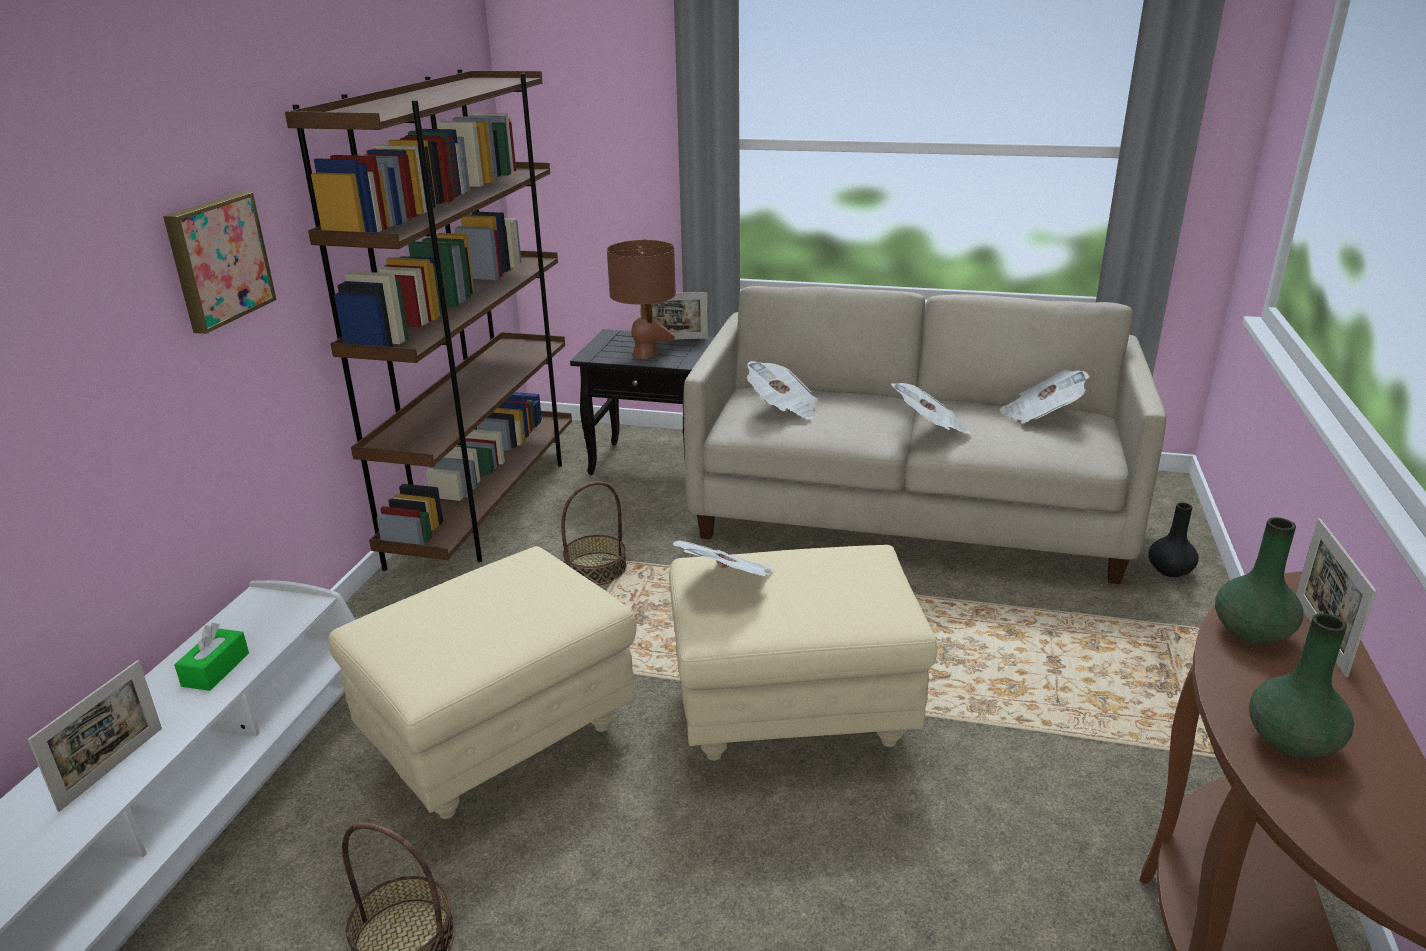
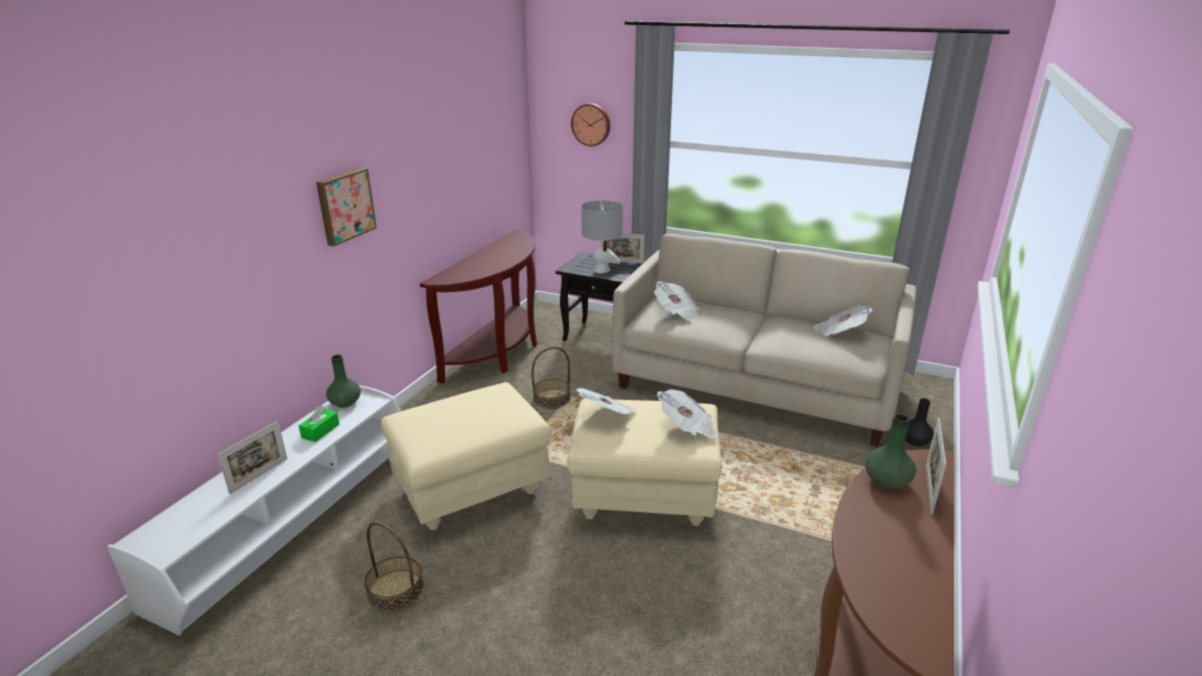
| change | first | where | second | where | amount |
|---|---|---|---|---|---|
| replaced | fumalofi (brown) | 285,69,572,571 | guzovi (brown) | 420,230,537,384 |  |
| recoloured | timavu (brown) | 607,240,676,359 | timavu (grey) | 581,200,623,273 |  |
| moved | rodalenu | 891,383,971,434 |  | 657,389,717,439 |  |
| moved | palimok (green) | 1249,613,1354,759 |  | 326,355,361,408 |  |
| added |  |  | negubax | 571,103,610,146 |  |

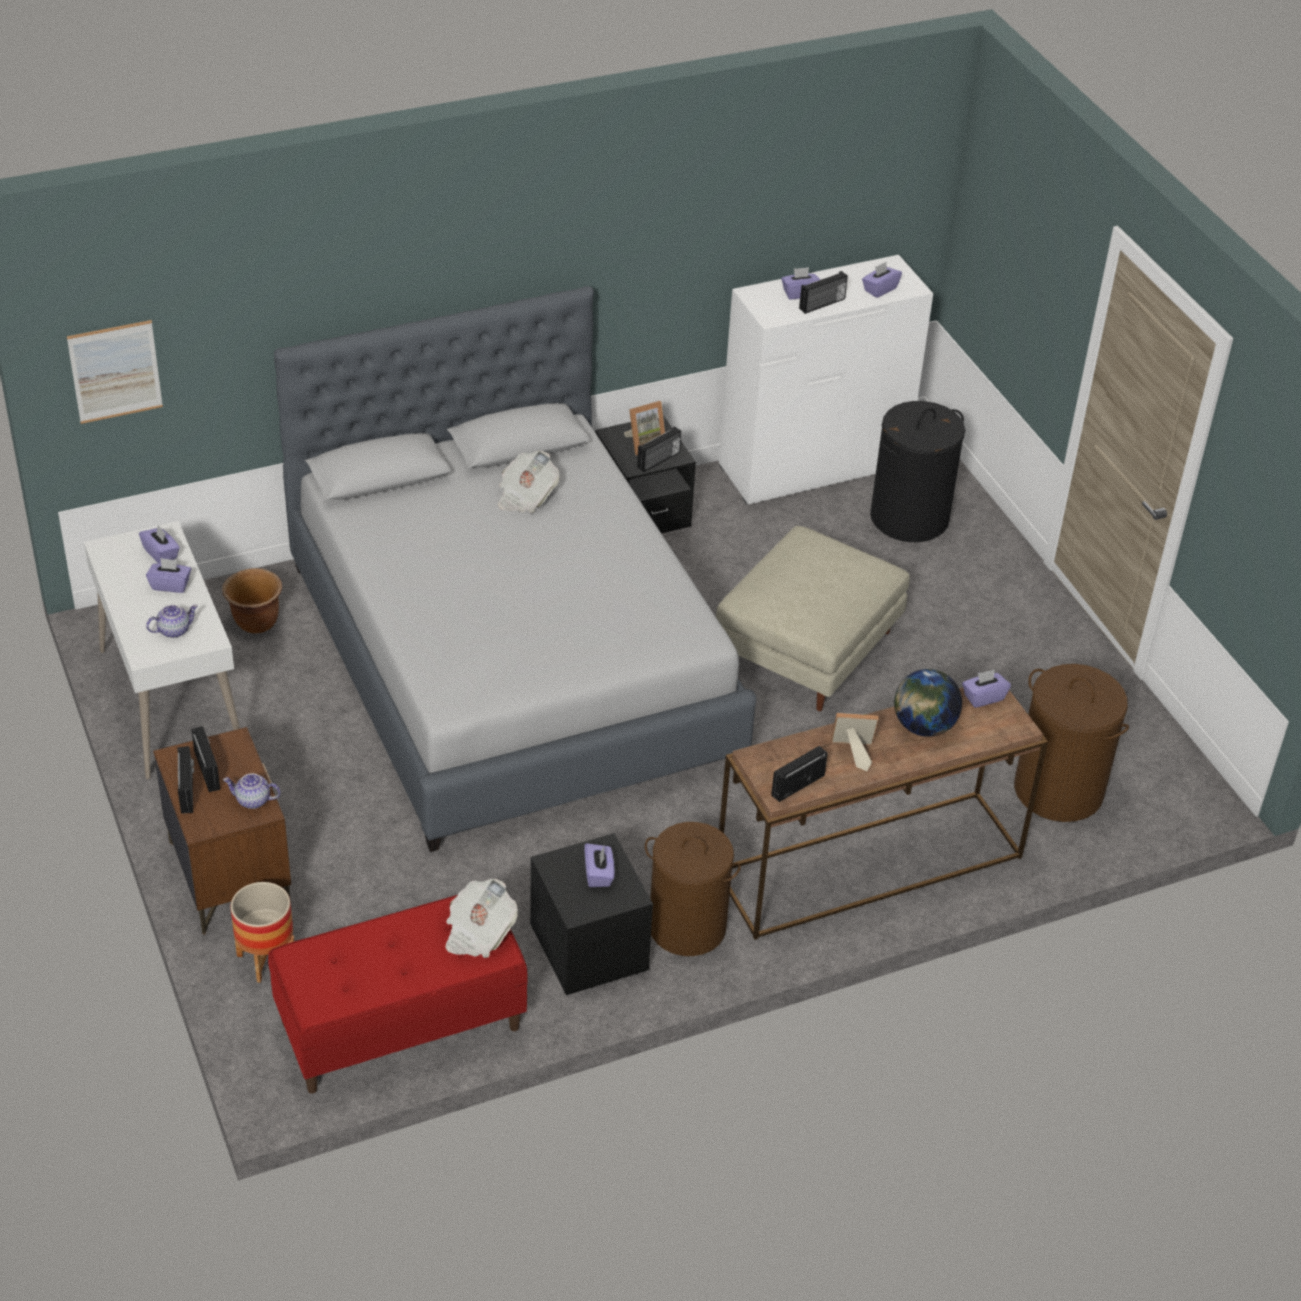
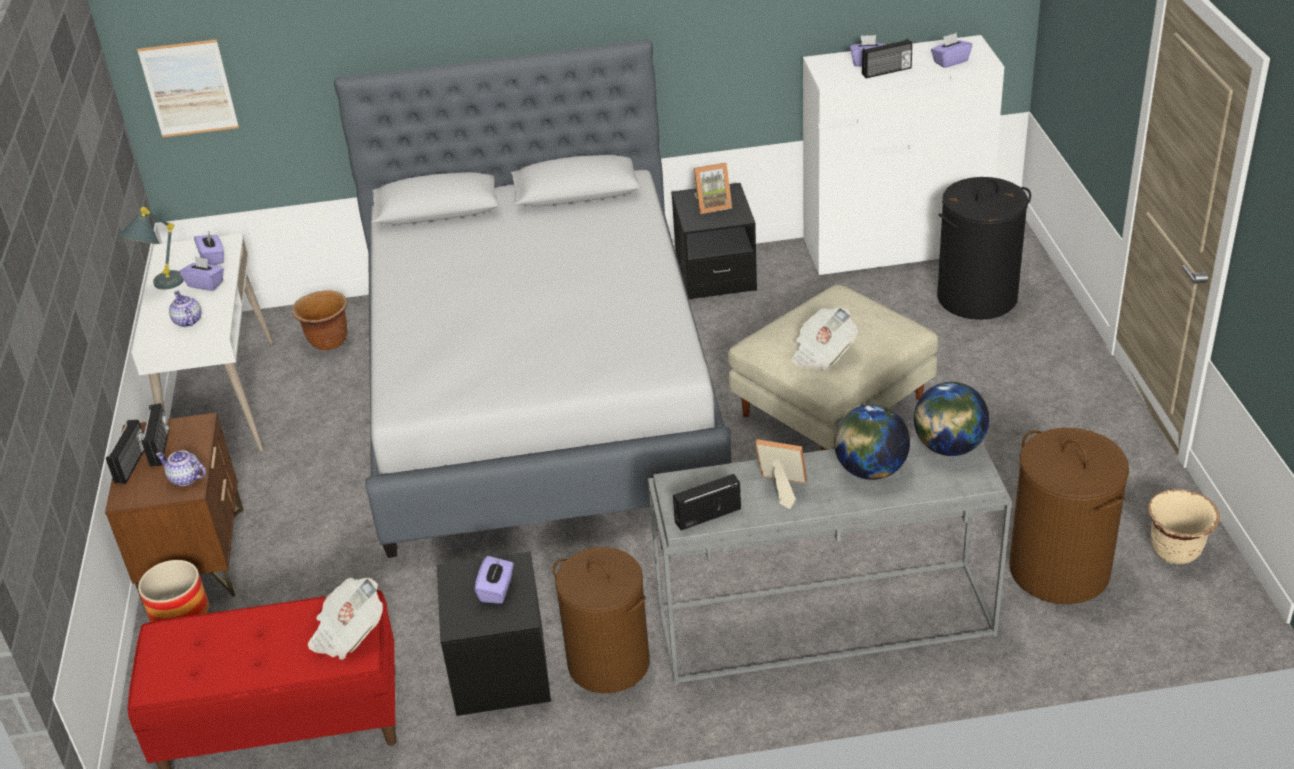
| change | first | where | second | where | amount |
|---|---|---|---|---|---|
| removed | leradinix | 637,426,681,472 |  |  |  |
| moved | rodalenu | 498,451,559,513 |  | 791,307,858,370 |  |
| turned | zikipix | 146,604,198,638 |  | 169,291,202,327 | 105 degrees counterclockwise |
| replaced | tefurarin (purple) | 962,669,1011,708 | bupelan | 914,382,989,456 |  |
| recoloured | guzovi (brown) | 719,687,1048,940 | guzovi (grey) | 648,437,1012,685 |  |
| added |  |  | timavu (grey) | 118,207,184,290 |  |
| added |  |  | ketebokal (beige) | 1148,489,1220,564 |  |

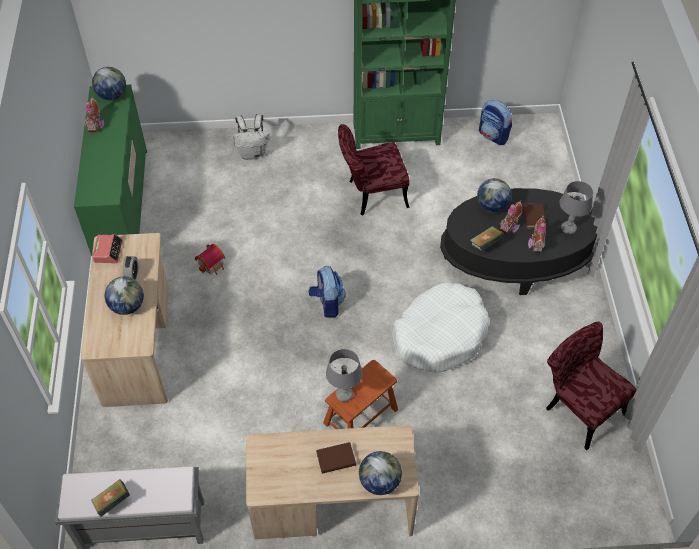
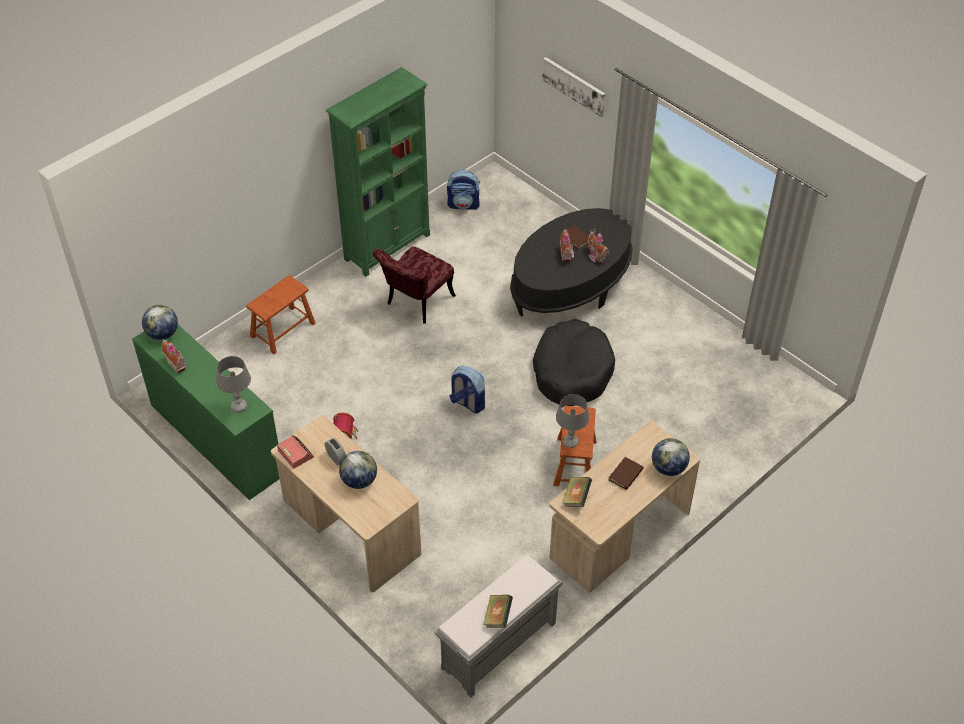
| change | first | where | second | where | amount |
|---|---|---|---|---|---|
| replaced | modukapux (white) | 233,114,270,160 | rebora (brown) | 246,276,316,354 |  |
| removed | bupelan | 477,178,511,213 |  |  |  |
| moved | timavu (grey) | 560,181,593,234 |  | 216,356,251,412 |  |
| moved | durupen | 470,226,504,251 |  | 562,477,592,507 |  |
| recoloured | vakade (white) | 392,282,489,373 | vakade (black) | 533,319,615,406 |  |
| removed | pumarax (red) | 546,322,637,450 |  |  |  |
| added |  |  | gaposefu | 542,57,605,117 |  |

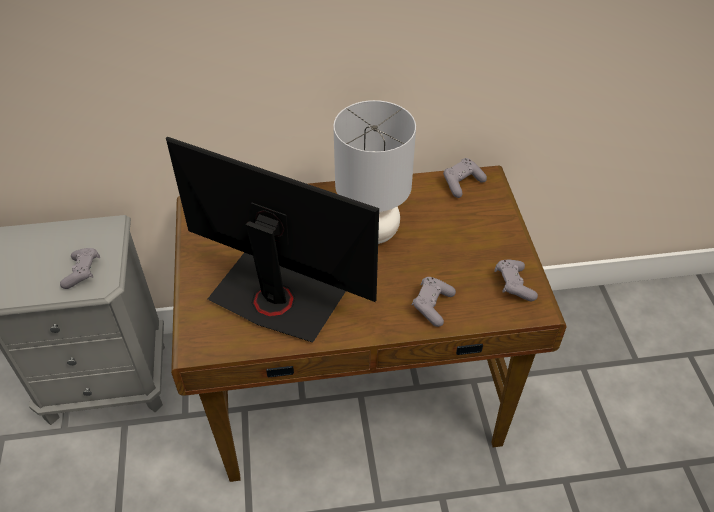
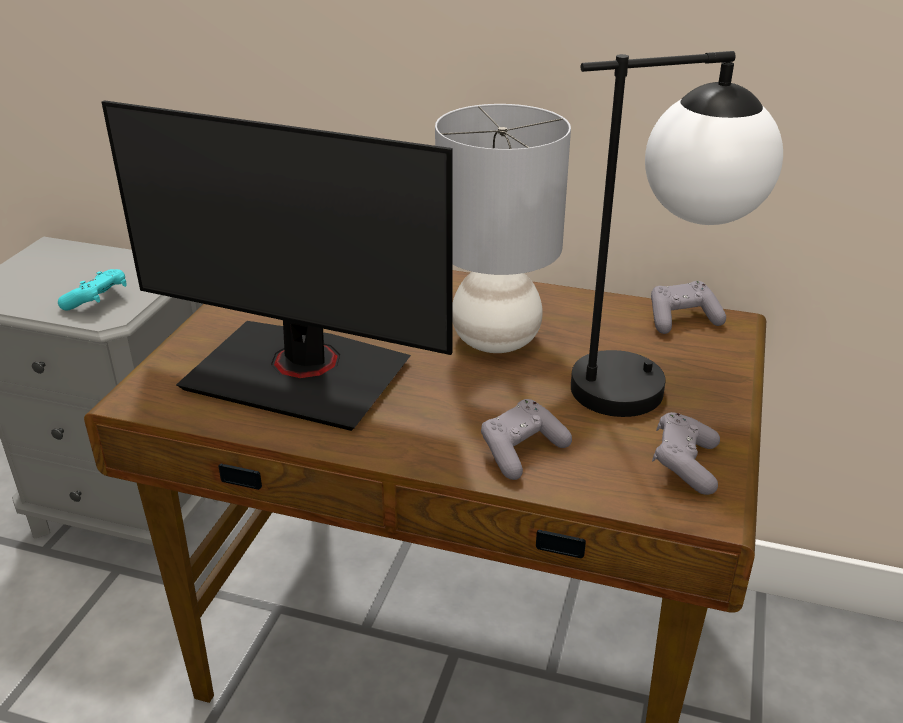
| change | first | where | second | where | amount |
|---|---|---|---|---|---|
| turned | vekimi | 166,137,379,342 |  | 102,100,453,431 | 150 degrees clockwise |
| recoloured | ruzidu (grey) | 60,248,100,289 | ruzidu (turquoise) | 58,269,127,310 |  |
| added |  |  | timavu | 571,51,783,417 |  |

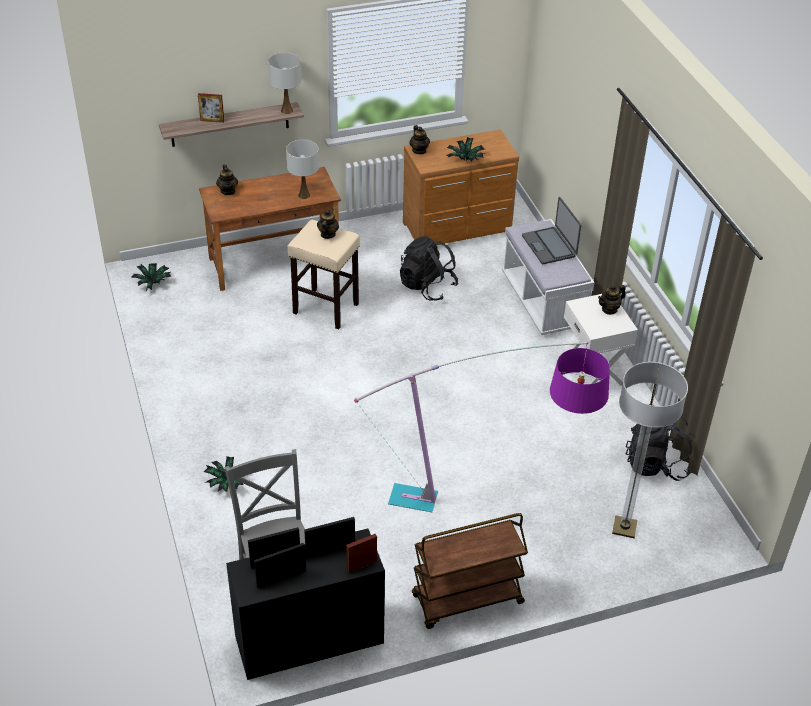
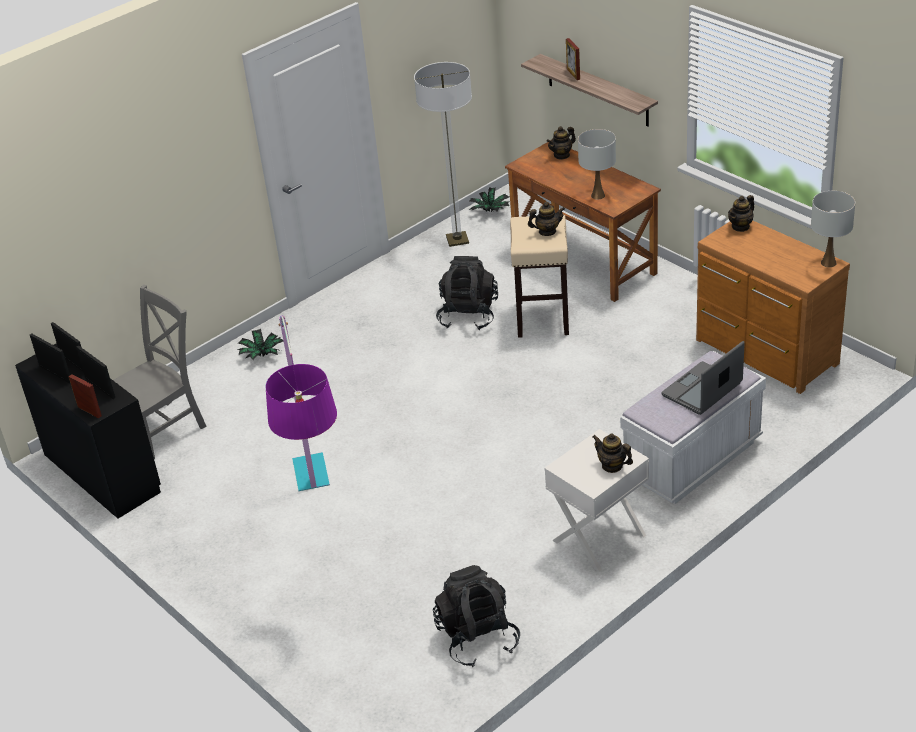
| change | first | where | second | where | amount |
|---|---|---|---|---|---|
| moved | timavu (white) | 268,52,302,114 |  | 811,191,855,267 |  |
| removed | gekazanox | 446,137,485,162 |  |  |  |
| moved | modukapux (black) | 400,236,459,301 |  | 436,256,498,330 |  |
| moved | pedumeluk | 612,362,688,538 |  | 414,62,472,247 |  |
| removed | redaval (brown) | 412,513,528,629 |  |  |  |

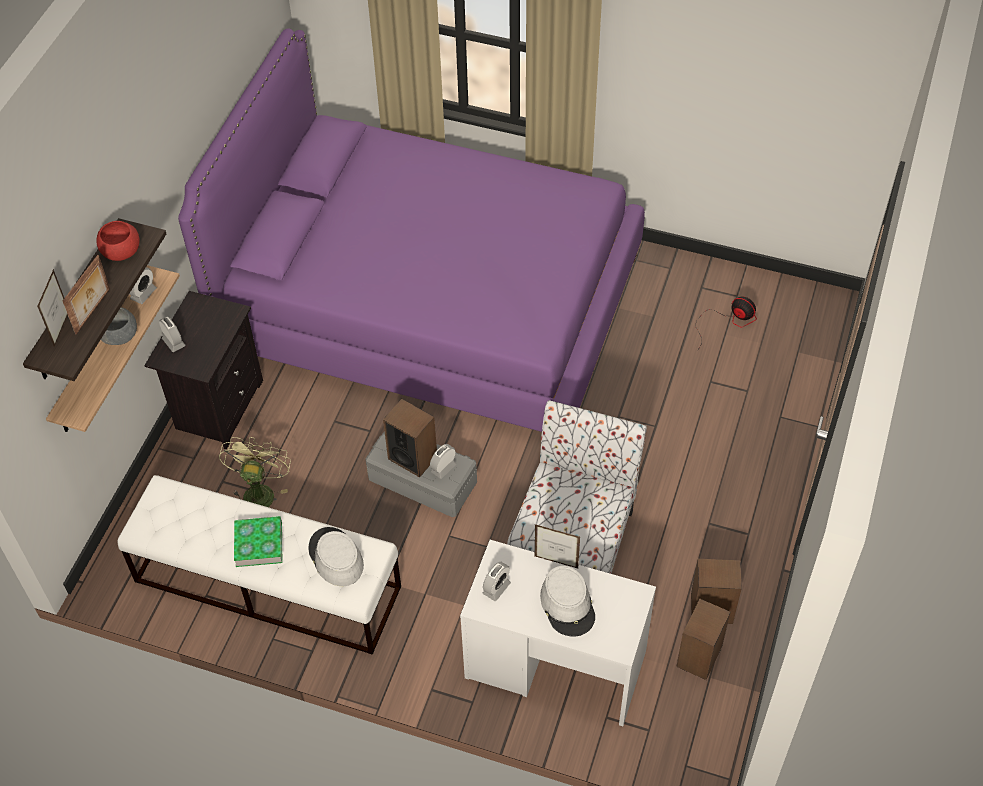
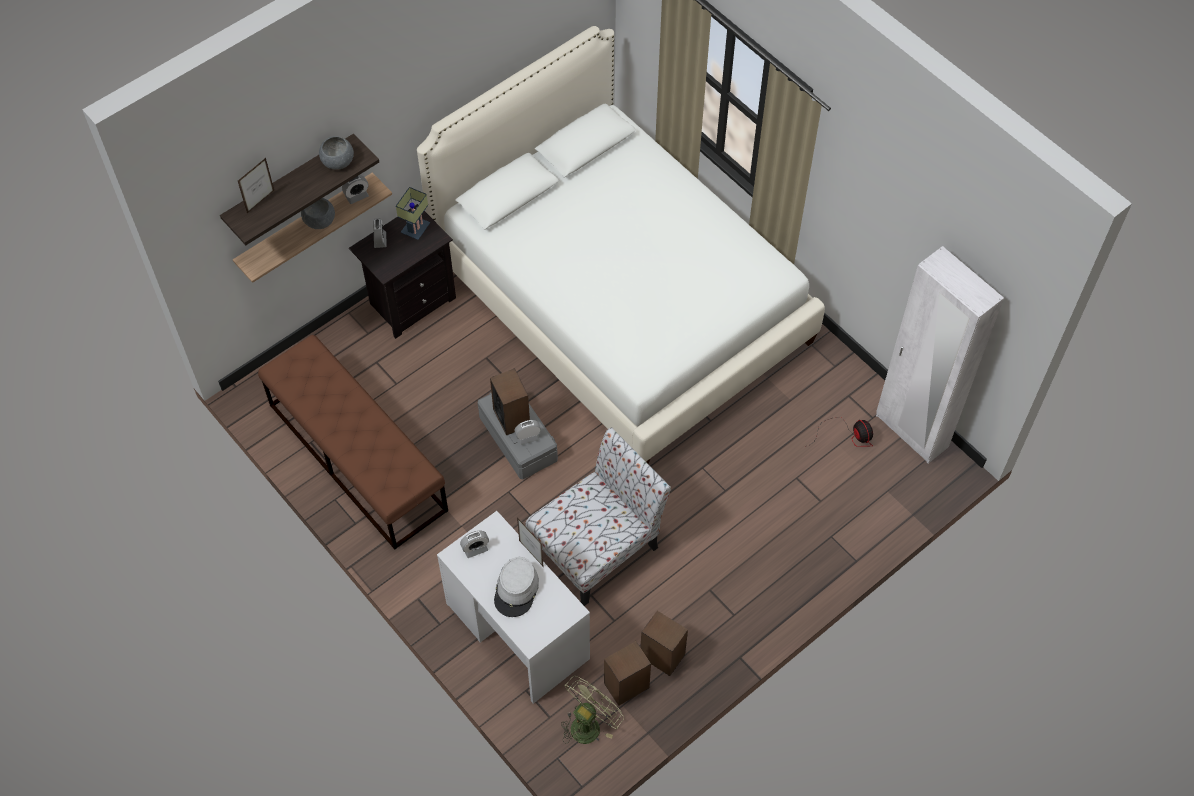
| change | first | where | second | where | amount |
|---|---|---|---|---|---|
| recoloured | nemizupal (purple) | 178,28,645,432 | nemizupal (white) | 417,26,825,464 |  |
| recoloured | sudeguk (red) | 96,221,140,261 | sudeguk (grey) | 319,136,354,169 |  |
| removed | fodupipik | 63,255,110,335 |  |  |  |
| moved | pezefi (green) | 219,437,291,507 |  | 561,676,624,744 |  |
| recoloured | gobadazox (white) | 118,475,401,655 | gobadazox (brown) | 258,335,448,550 |  |
| removed | durupen | 234,516,282,567 |  |  |  |
| removed | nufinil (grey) | 308,527,364,586 |  |  |  |
| added |  |  | timavu | 396,187,430,240 |  |
| added |  |  | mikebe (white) | 876,246,1004,464 |  |

